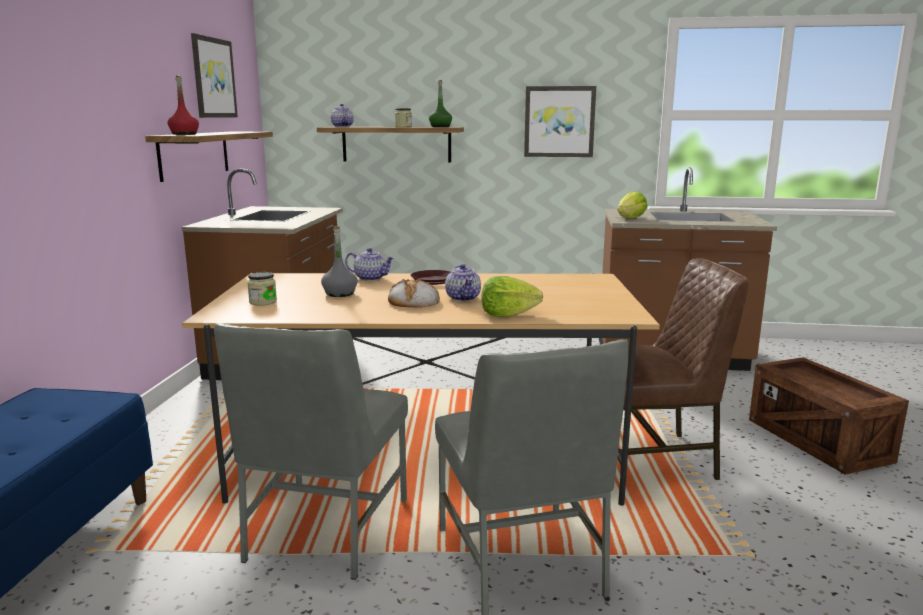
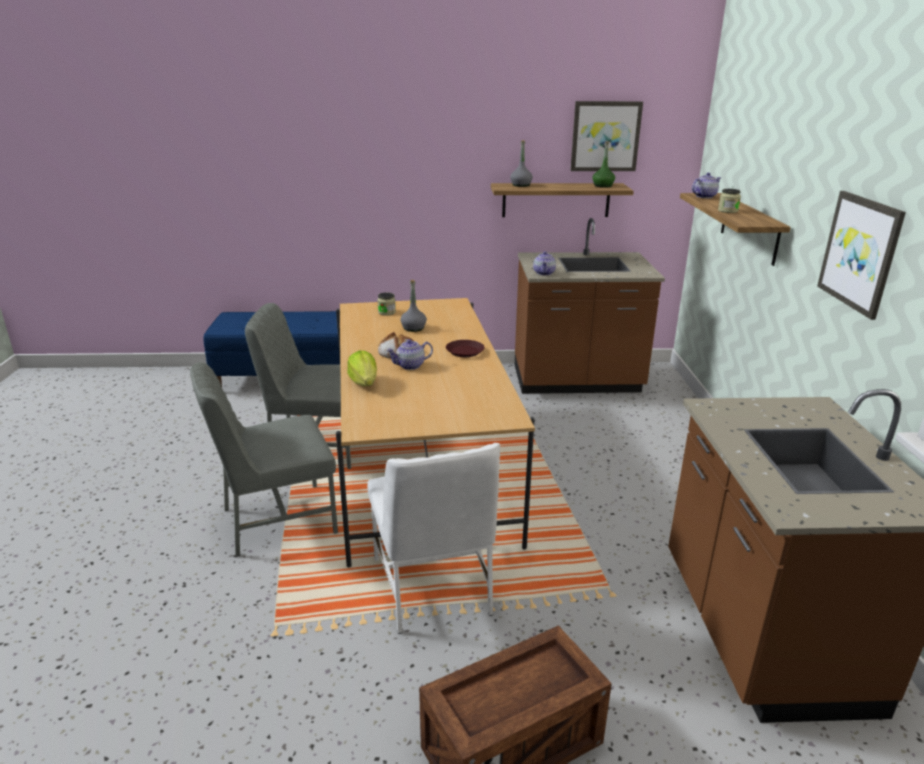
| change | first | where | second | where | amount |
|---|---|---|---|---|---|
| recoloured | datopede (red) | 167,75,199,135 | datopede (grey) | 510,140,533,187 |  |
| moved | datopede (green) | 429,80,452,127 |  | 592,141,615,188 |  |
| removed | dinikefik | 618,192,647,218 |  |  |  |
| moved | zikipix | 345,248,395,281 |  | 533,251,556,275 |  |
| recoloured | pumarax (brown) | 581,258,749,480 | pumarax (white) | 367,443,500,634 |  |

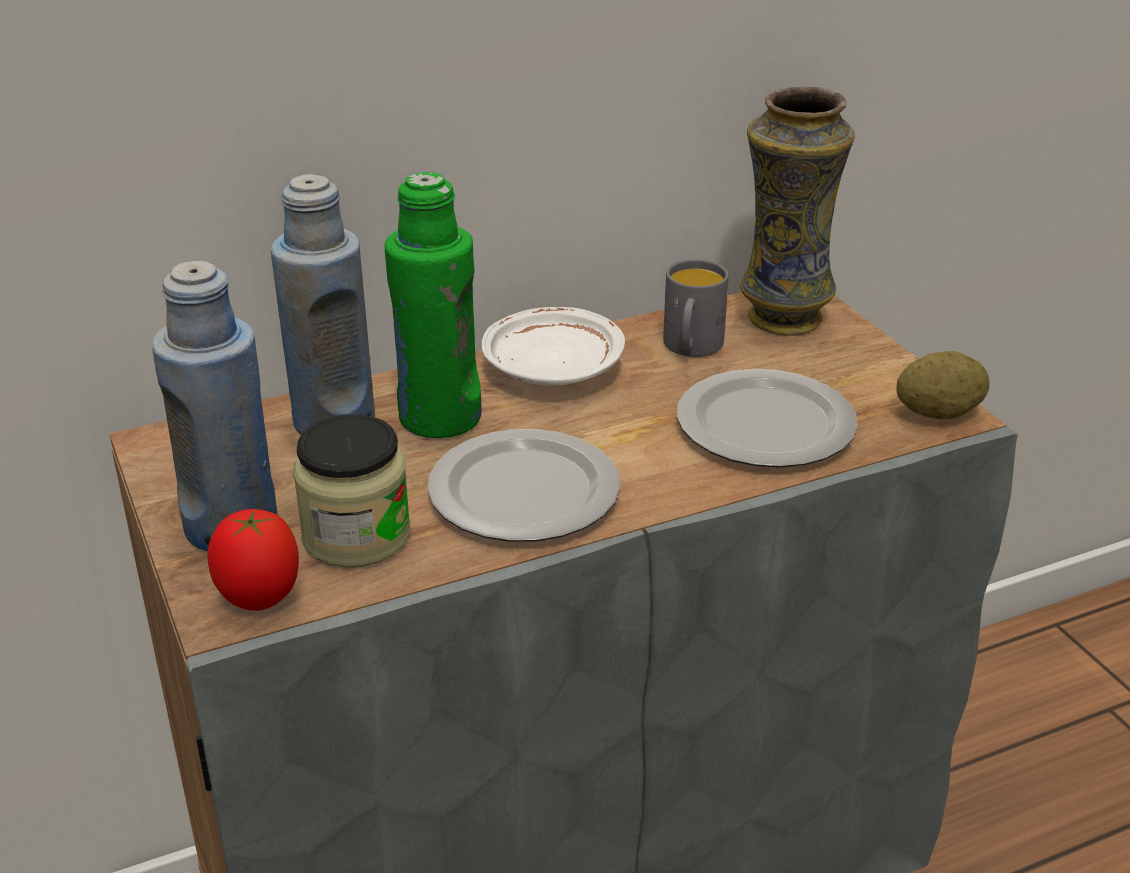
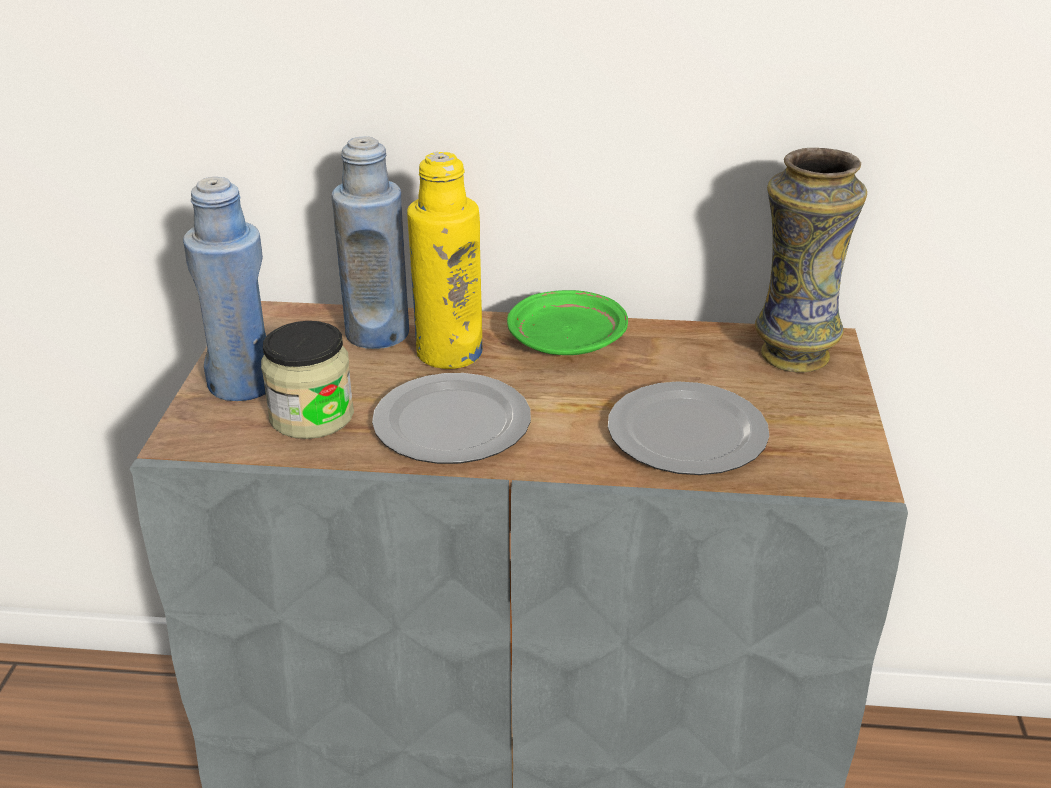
| change | first | where | second | where | amount |
|---|---|---|---|---|---|
| recoloured | datopede (green) | 385,172,482,438 | datopede (yellow) | 407,152,483,369 |  |
| removed | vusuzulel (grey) | 663,259,729,357 |  |  |  |
| recoloured | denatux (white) | 482,307,625,386 | denatux (green) | 507,290,628,355 |  |
| removed | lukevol | 896,351,990,419 |  |  |  |
| removed | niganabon | 207,509,299,611 |  |  |  |

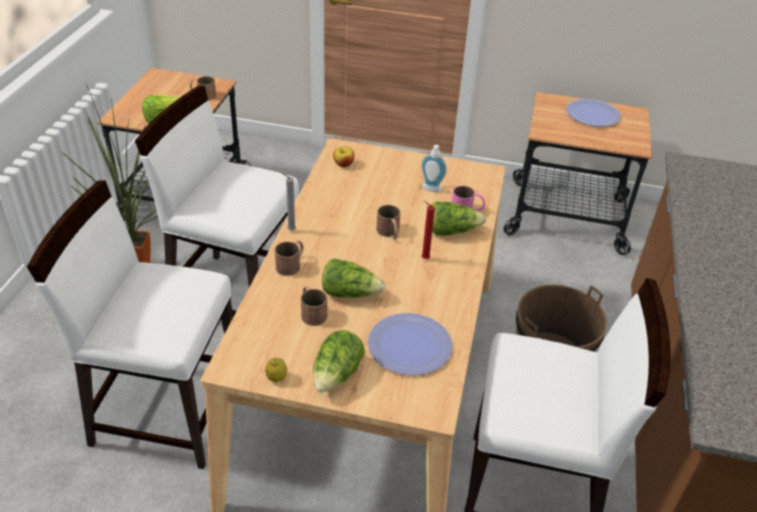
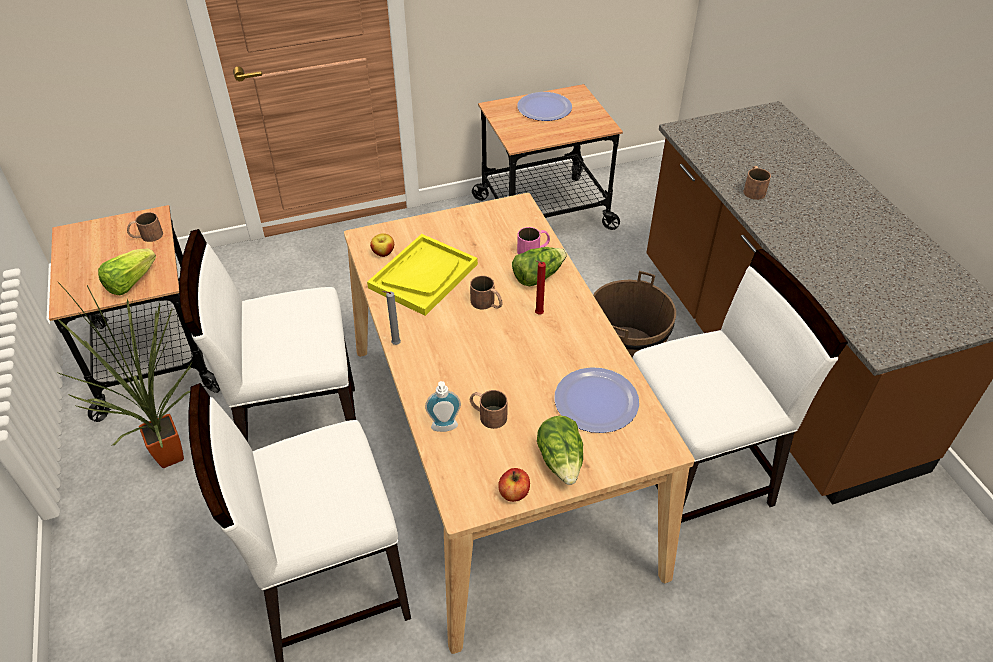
| change | first | where | second | where | amount |
|---|---|---|---|---|---|
| moved | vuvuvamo | 421,145,447,192 |  | 425,381,461,432 |  |
| moved | vusuzulel (brown) | 275,240,304,276 |  | 743,166,771,200 |  |
| removed | dinikefik | 322,258,386,298 |  |  |  |
| replaced | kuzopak | 265,358,287,382 | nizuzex | 498,468,530,502 |  |
| added |  |  | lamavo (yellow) | 367,234,478,316 |  |

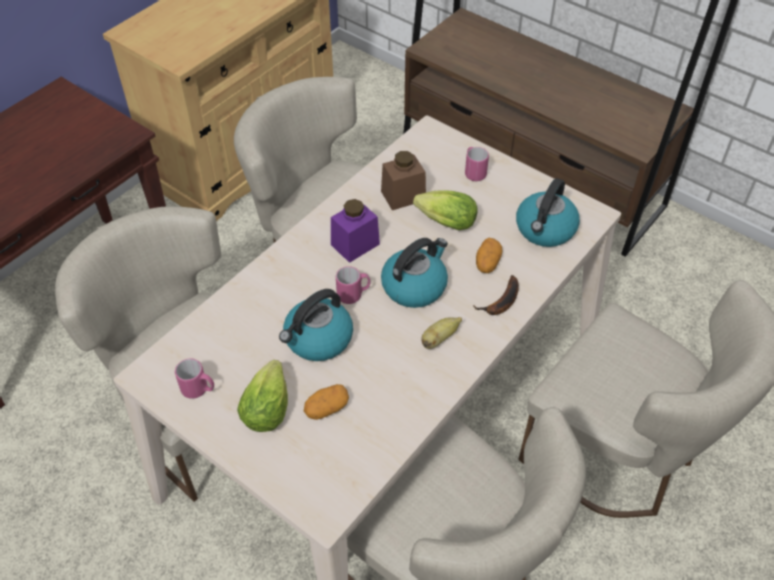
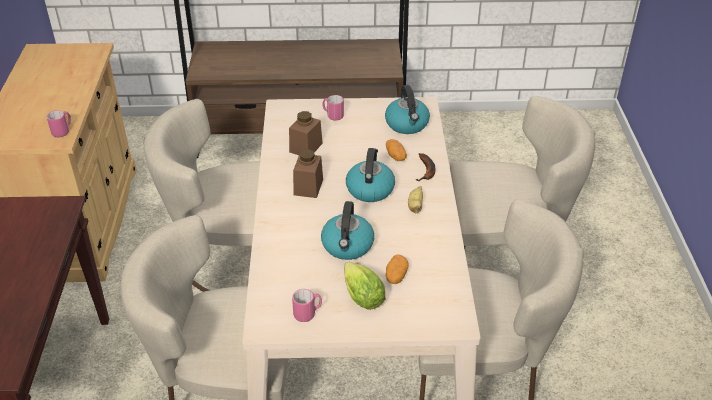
| change | first | where | second | where | amount |
|---|---|---|---|---|---|
| removed | dinikefik | 413,190,478,230 |  |  |  |
| recoloured | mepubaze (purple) | 331,199,380,263 | mepubaze (brown) | 293,149,323,198 |  |
| moved | vusuzulel (pink) | 336,266,370,304 |  | 46,110,71,137 |  |

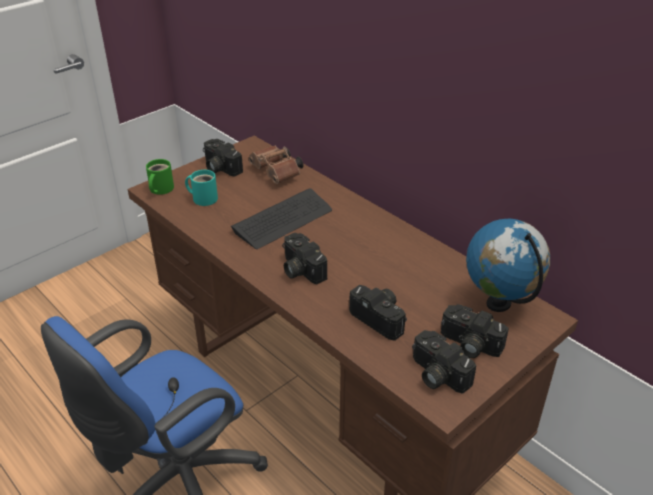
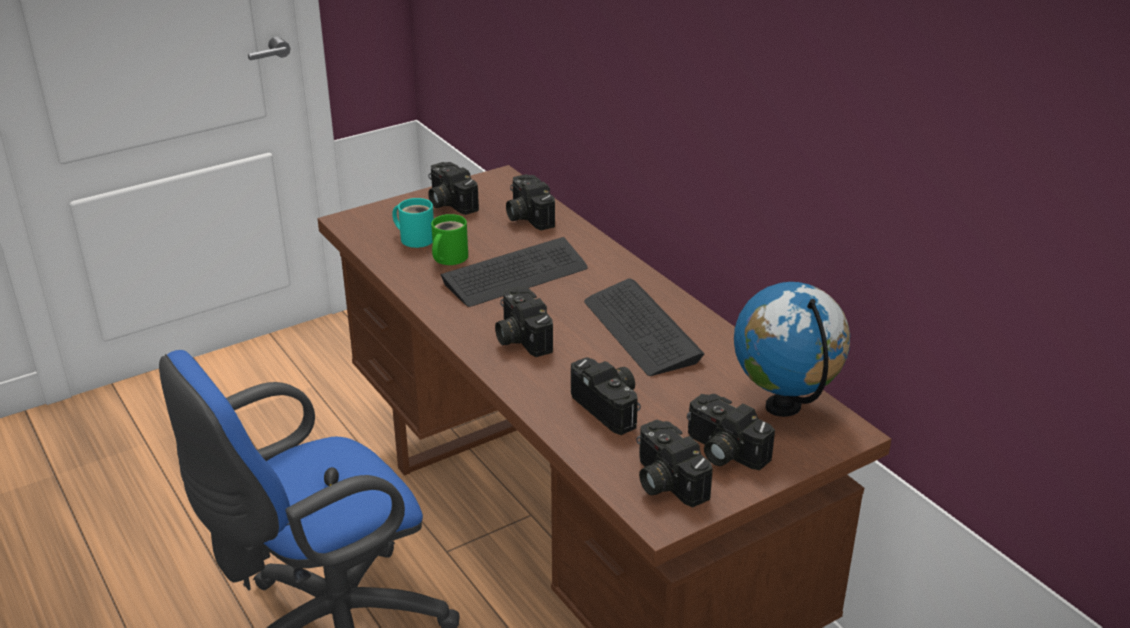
| change | first | where | second | where | amount |
|---|---|---|---|---|---|
| replaced | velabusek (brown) | 248,145,304,184 | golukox | 506,174,555,230 |  |
| moved | vusuzulel (green) | 146,159,174,195 |  | 431,214,468,265 |  |
| added |  |  | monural | 584,278,705,376 |  |

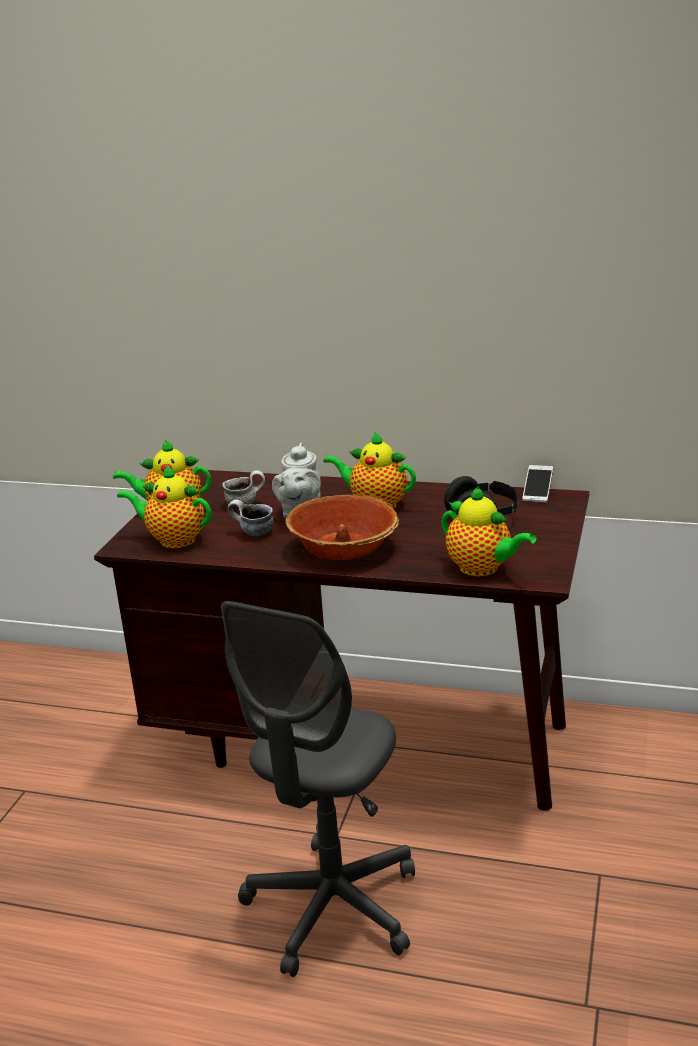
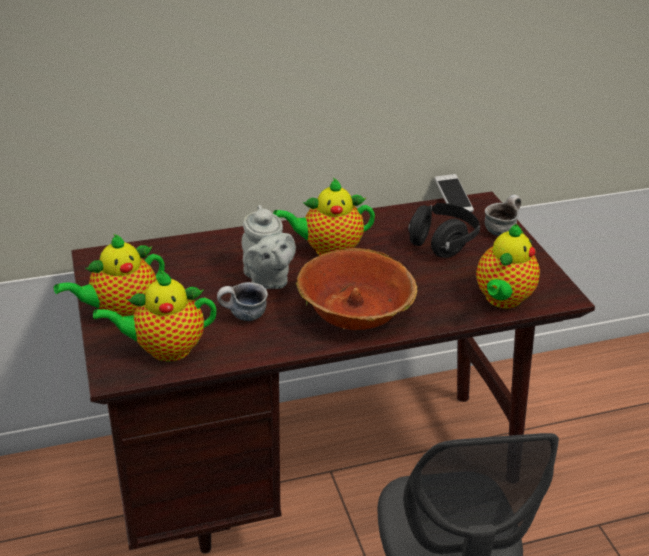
| change | first | where | second | where | amount |
|---|---|---|---|---|---|
| moved | vusuzulel | 222,470,265,507 |  | 485,195,521,236 |  |
| turned | zikipix | 441,486,536,576 |  | 476,224,540,308 | 105 degrees clockwise |

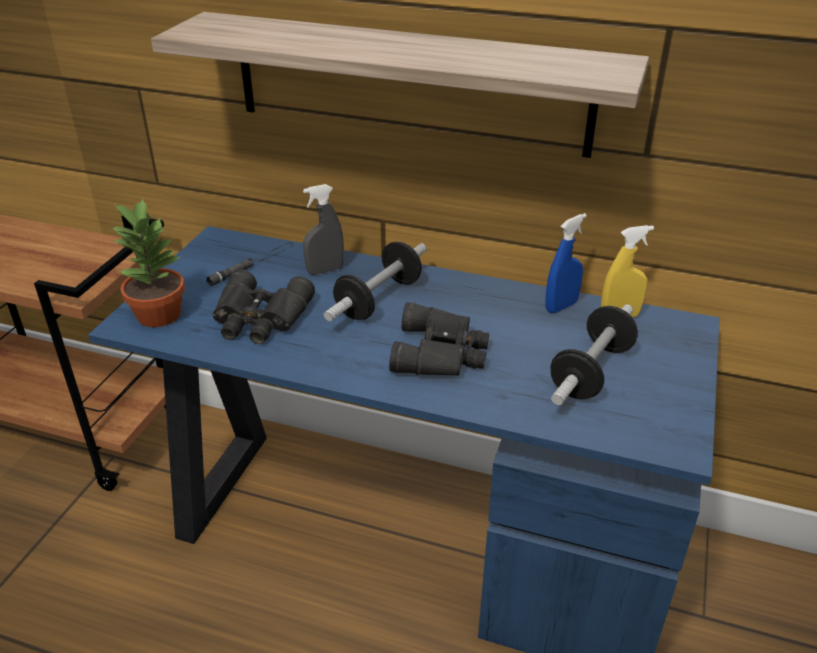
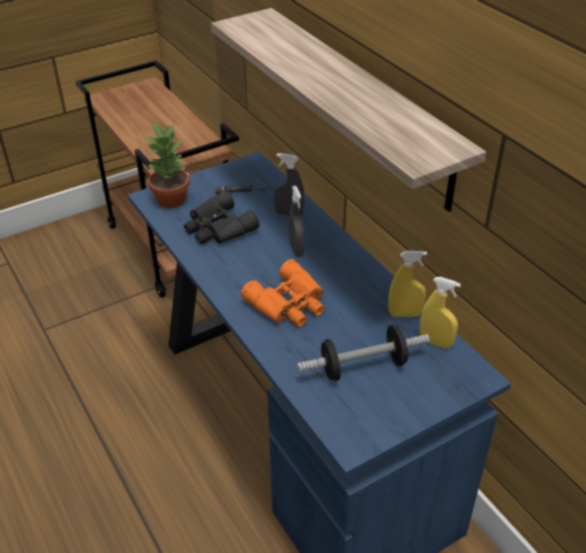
| change | first | where | second | where | amount |
|---|---|---|---|---|---|
| recoloured | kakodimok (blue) | 545,213,587,313 | kakodimok (yellow) | 388,251,427,317 |  |
| replaced | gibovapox | 324,242,427,321 | kakodimok (grey) | 289,186,304,257 |  |
| recoloured | velabusek (black) | 389,302,489,376 | velabusek (orange) | 241,259,324,327 |  |

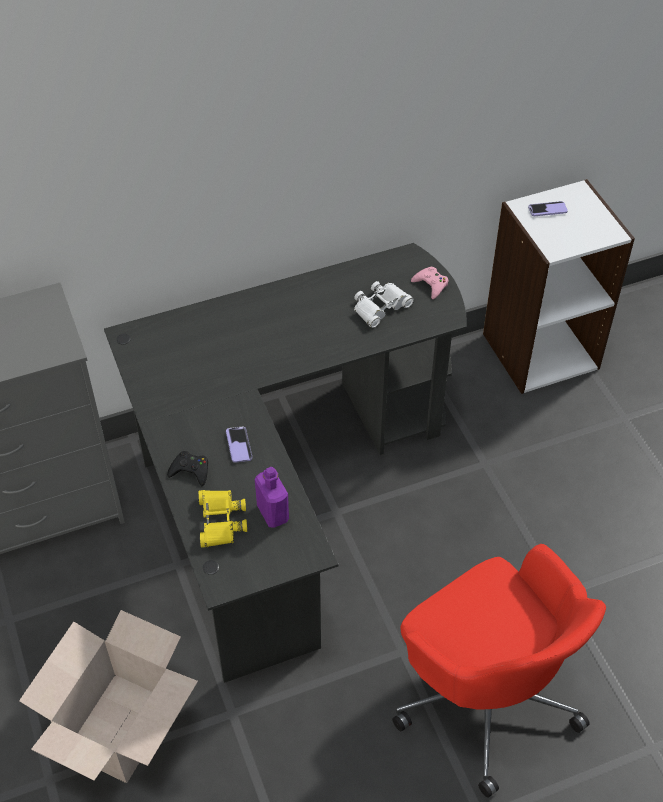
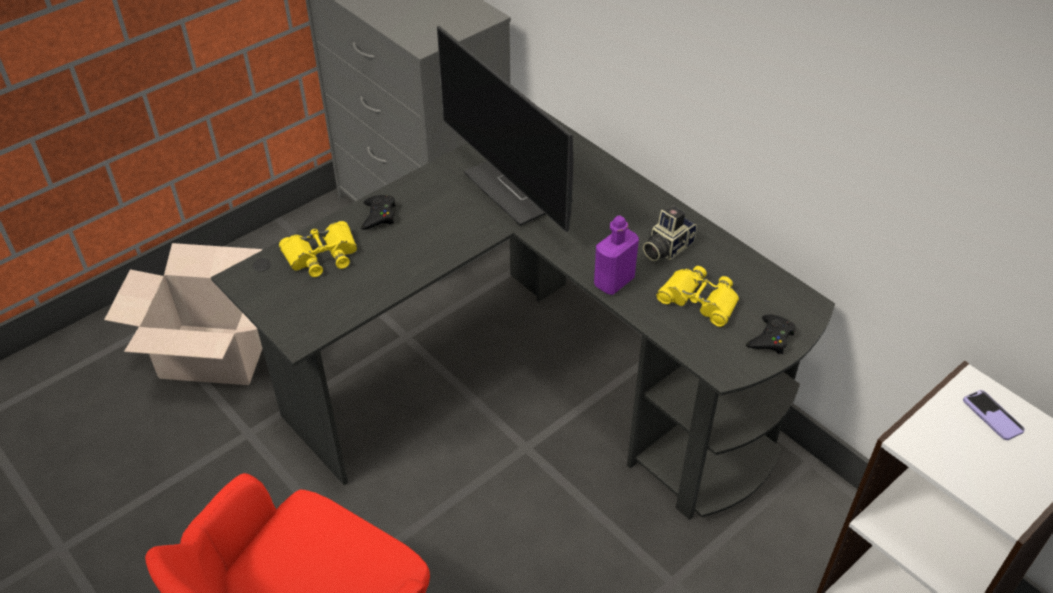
| change | first | where | second | where | amount |
|---|---|---|---|---|---|
| recoloured | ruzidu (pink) | 411,267,449,299 | ruzidu (black) | 746,315,796,354 |  |
| recoloured | velabusek (white) | 354,281,414,328 | velabusek (yellow) | 656,266,739,327 |  |
| removed | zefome | 226,427,252,463 |  |  |  |
| moved | datopede (purple) | 255,467,289,528 |  | 594,215,639,295 |  |
| added |  |  | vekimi | 437,26,574,233 |  |
| added |  |  | golukox | 643,205,697,261 |  |

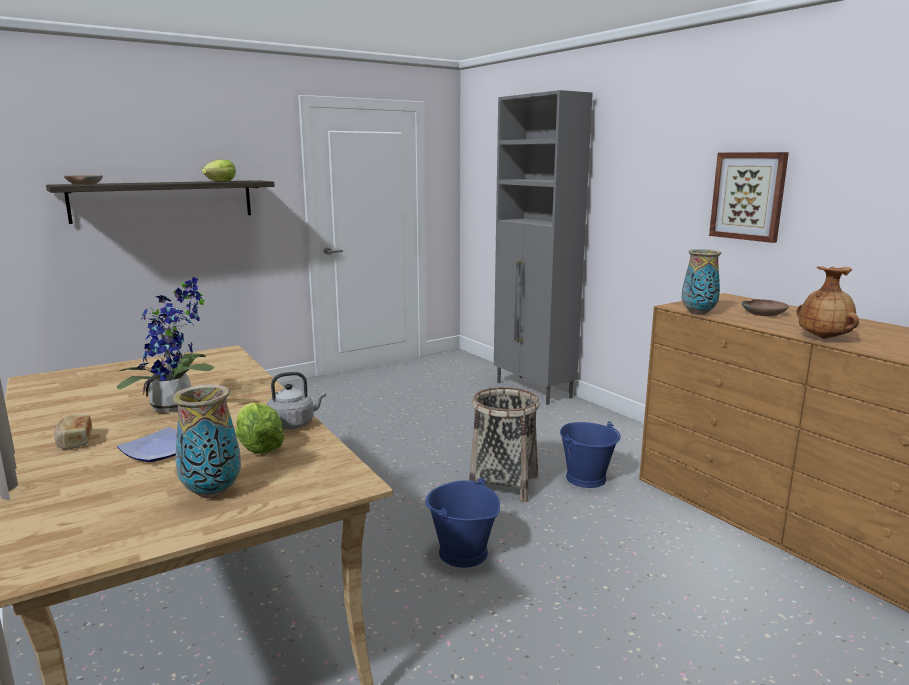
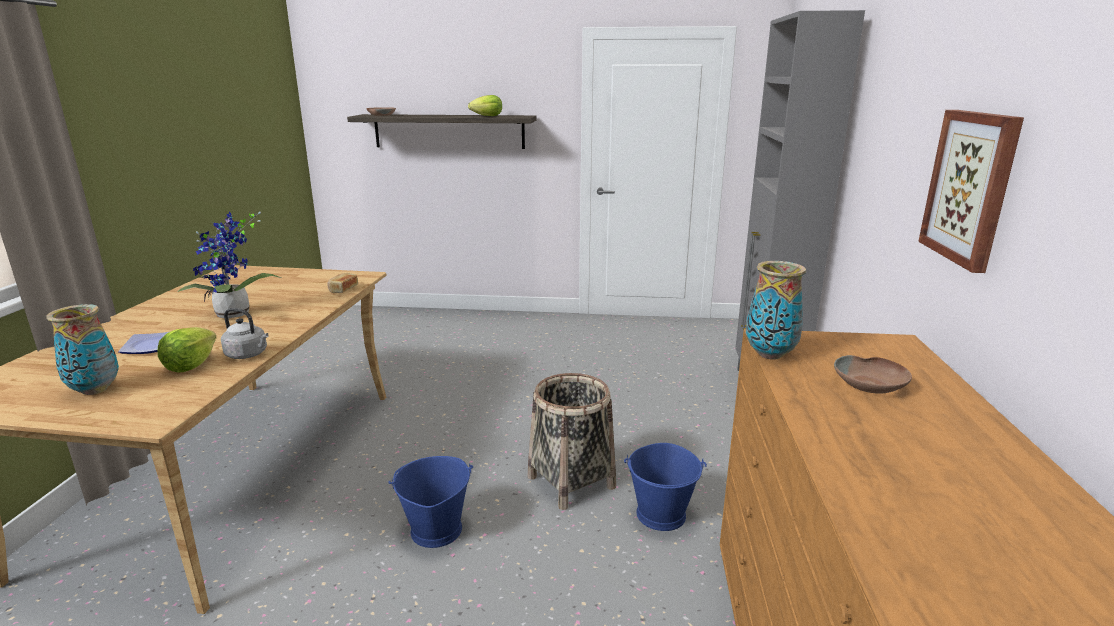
| change | first | where | second | where | amount |
|---|---|---|---|---|---|
| removed | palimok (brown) | 797,266,859,339 |  |  |  |
| moved | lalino | 54,415,92,450 |  | 327,273,358,293 |  |

